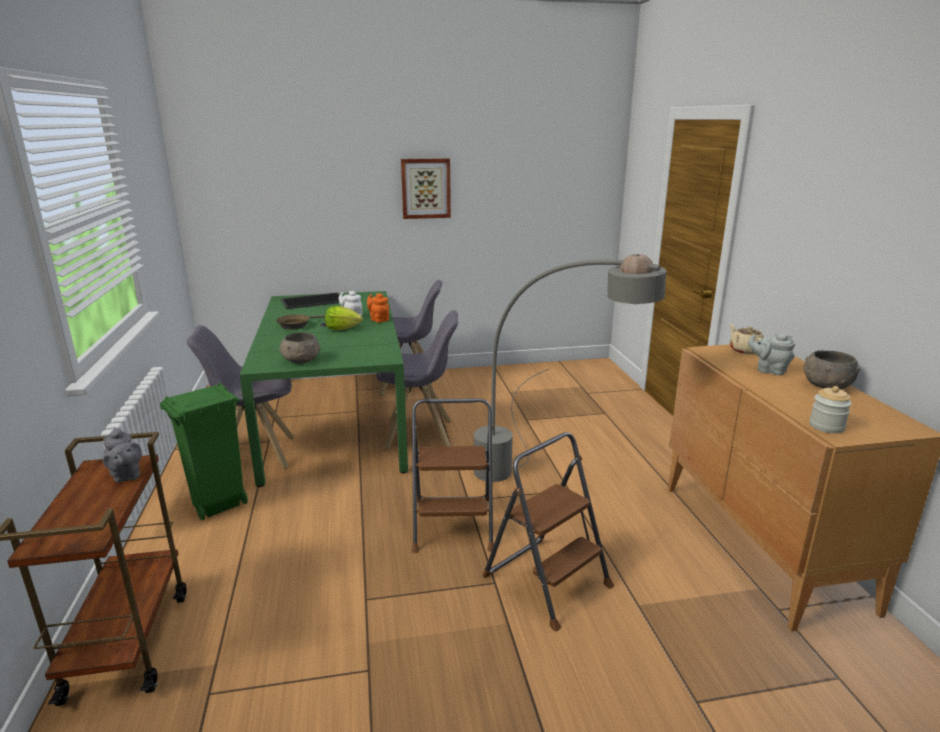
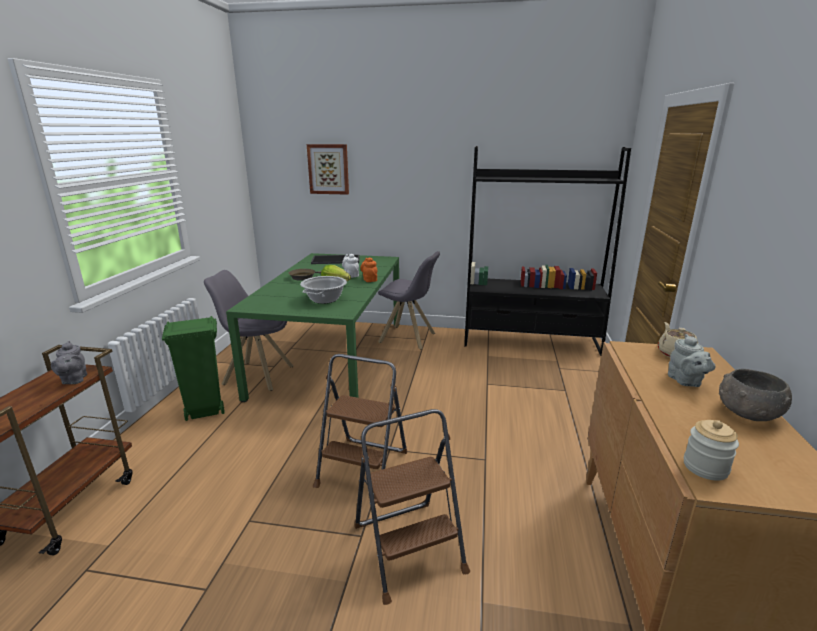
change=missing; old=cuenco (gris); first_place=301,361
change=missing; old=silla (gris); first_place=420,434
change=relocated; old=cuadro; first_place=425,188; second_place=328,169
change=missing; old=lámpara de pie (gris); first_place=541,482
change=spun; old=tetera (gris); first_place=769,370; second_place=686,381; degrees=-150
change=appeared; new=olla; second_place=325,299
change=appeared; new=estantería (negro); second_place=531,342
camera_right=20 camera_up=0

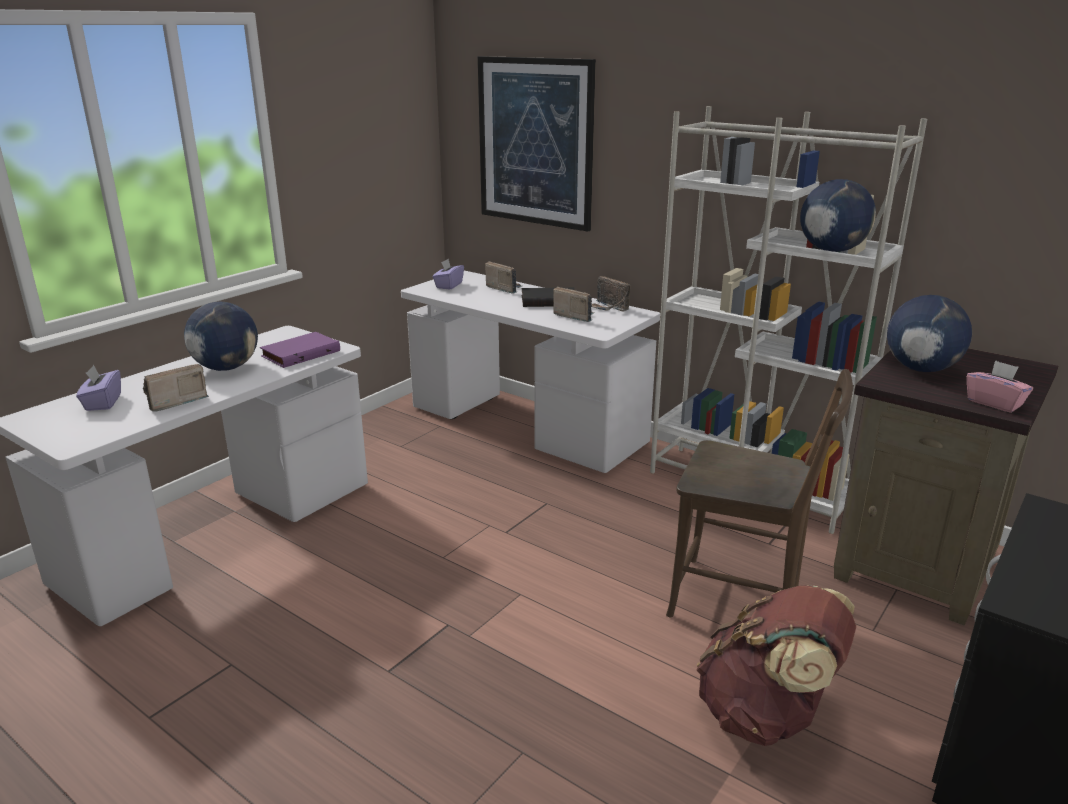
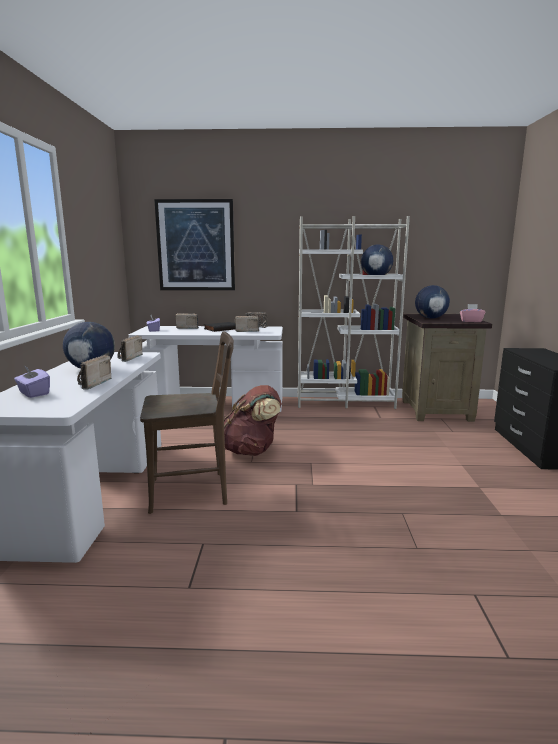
change=exchanged; old=libro (morado); new=radio; first_place=300,353; second_place=127,358
change=relocated; old=silla (marrón); first_place=743,602; second_place=193,491
change=relocated; old=mochila (marrón); first_place=766,715; second_place=252,450
camera_right=-35 camera_up=-10

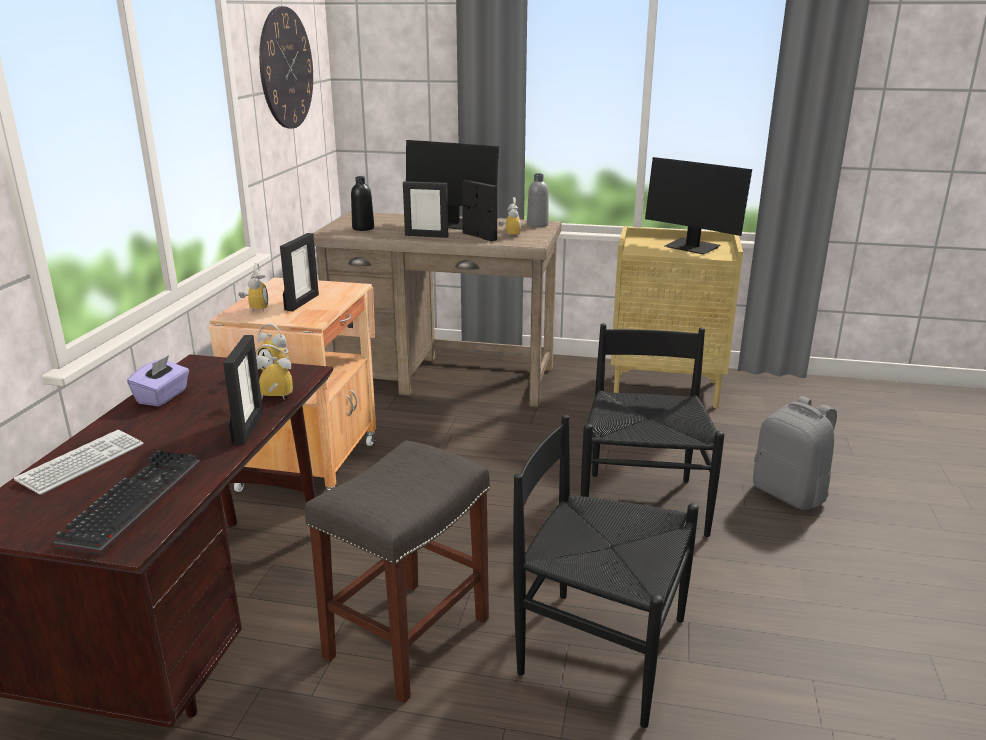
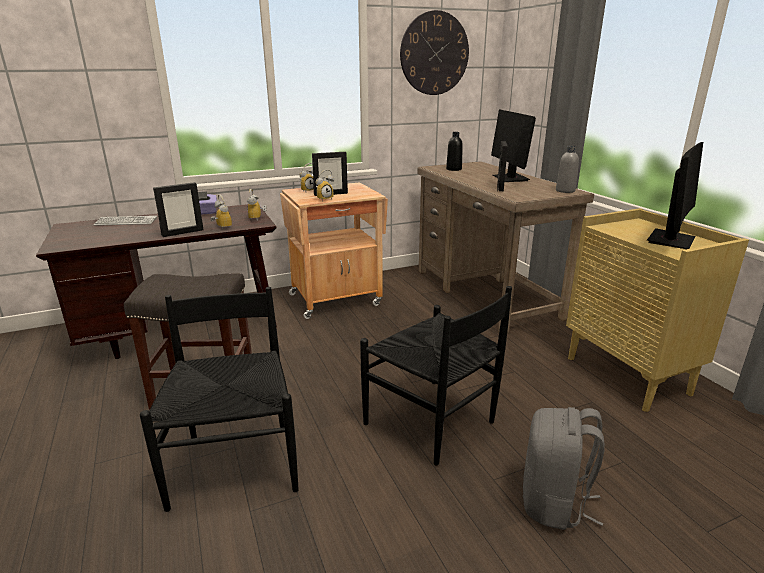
change=missing; old=teclado; first_place=132,501
change=missing; old=portarretratos; first_place=426,235
change=relocated; old=despertador; first_place=509,235; second_place=324,199
change=spun; old=silla (negro); first_place=642,503; second_place=432,422; degrees=75
change=spun; old=monitor; first_place=692,247; second_place=671,240; degrees=-150
camera_right=55 camera_up=0

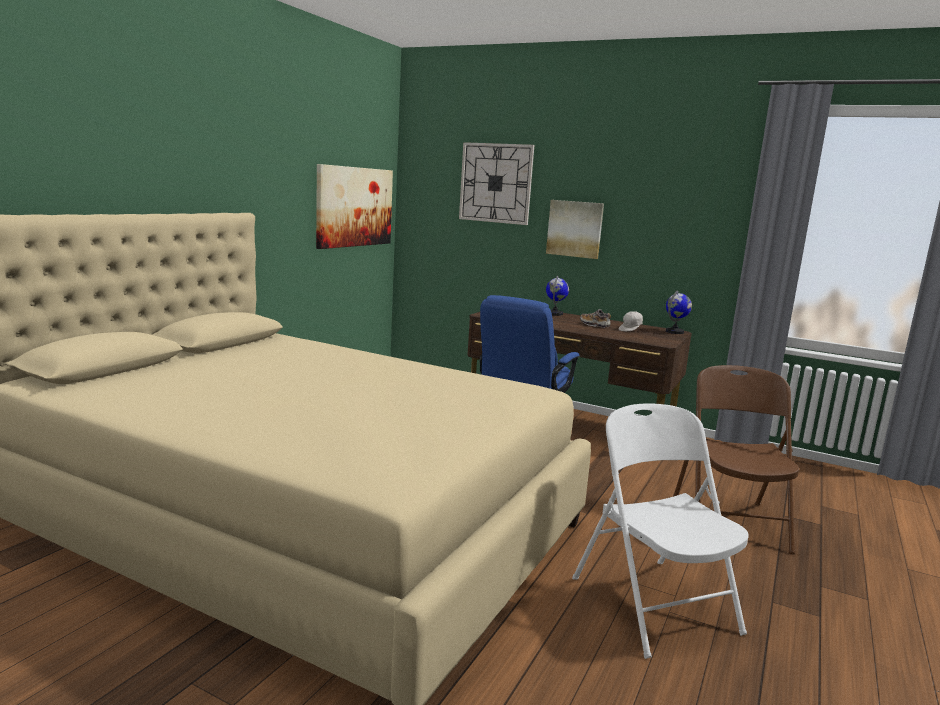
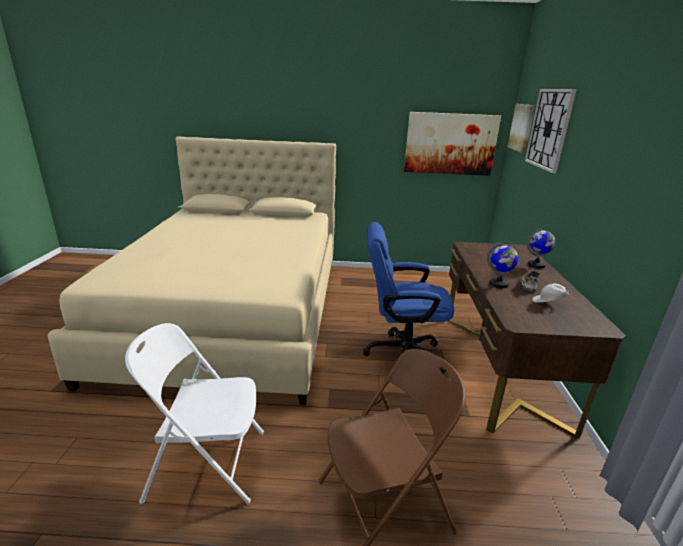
change=relocated; old=cuadro; first_place=575,229; second_place=522,127
change=spun; old=silla (blanco); first_place=655,604; second_place=208,463; degrees=-135
change=relocated; old=globo terráqueo; first_place=674,332; second_place=499,284
camera_right=65 camera_up=10

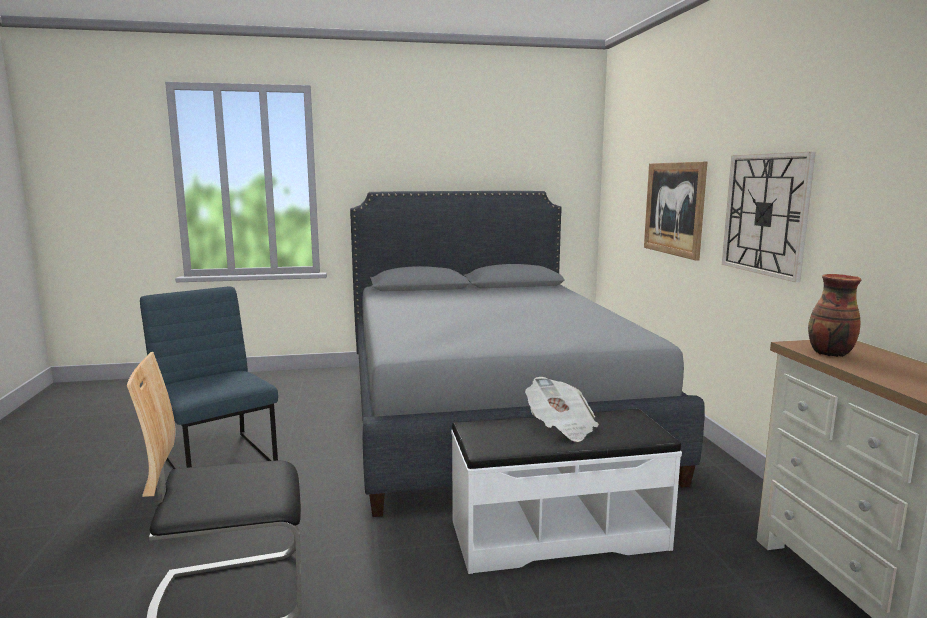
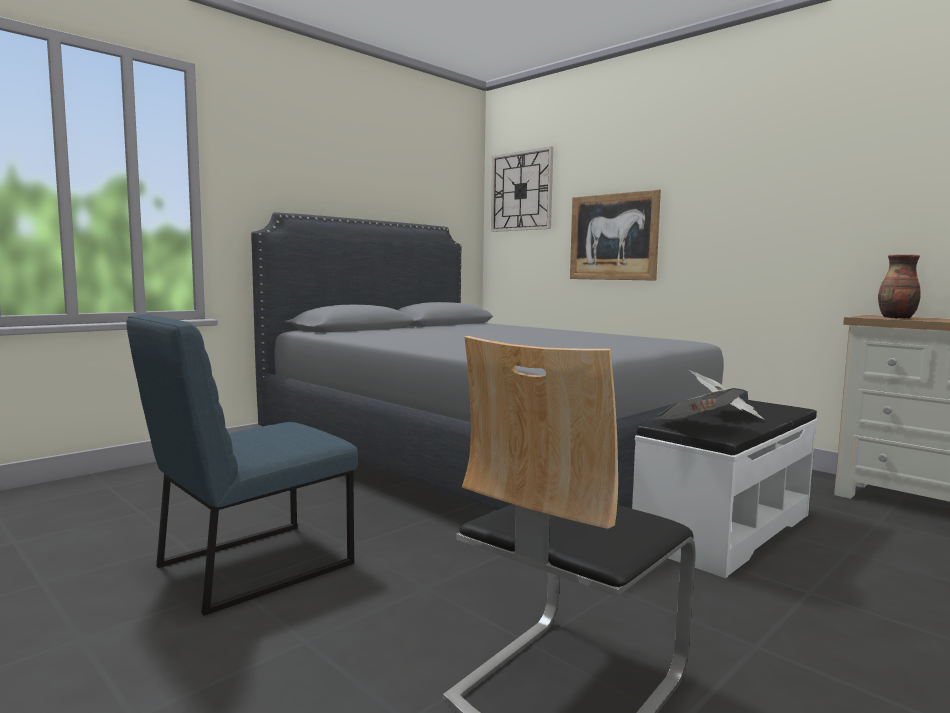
change=spun; old=silla (azul); first_place=219,458; second_place=249,566; degrees=-60
change=relocated; old=reloj de pared; first_place=765,214; second_place=521,191
change=appeared; new=periódico; second_place=696,427
camera_right=-35 camera_up=-5

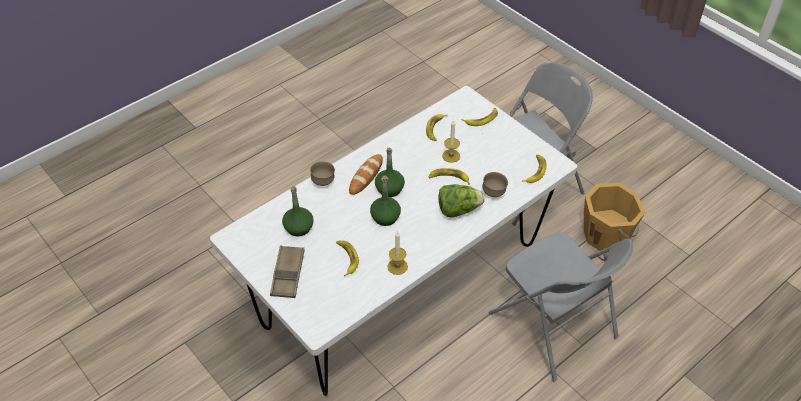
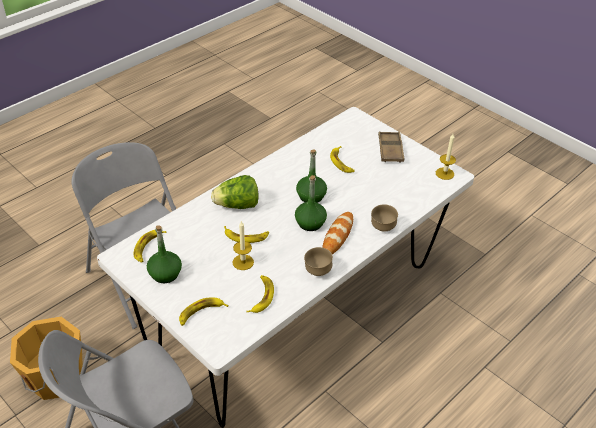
change=relocated; old=botella (verde); first_place=298,228; second_place=165,274
change=relocated; old=vela; first_place=397,266; second_place=444,173
change=relocated; old=cuenco (marrón); first_place=494,193; second_place=317,271
camera_right=175 camera_up=-5

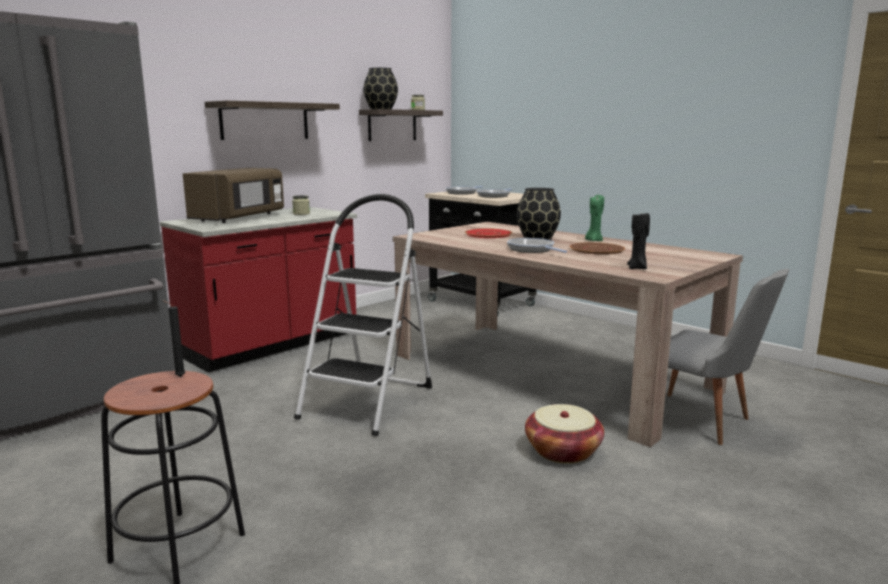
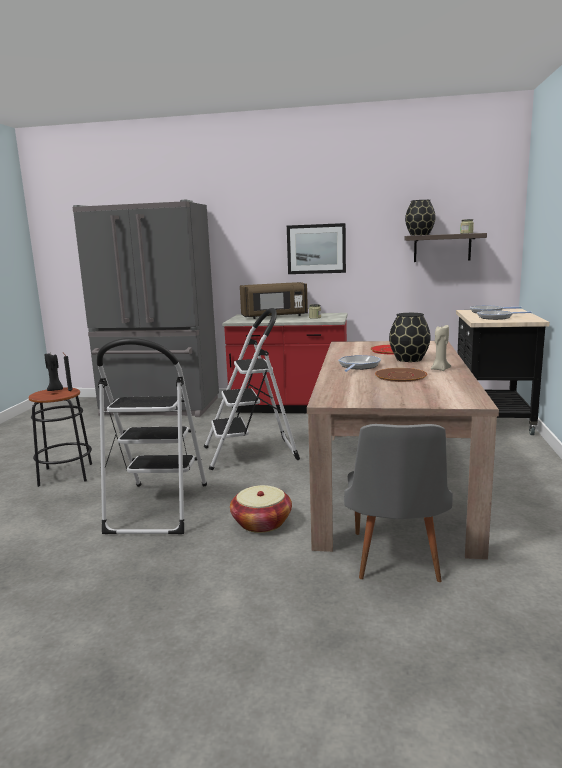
change=exchanged; old=estante; new=cuadro; first_place=265,121; second_place=316,249
change=colour; old=vela (verde); new=vela (beis); first_place=593,240; second_place=440,369
change=relocated; old=vela (negro); first_place=637,268; second_place=56,390
change=appeared; new=escalera de tijera; second_place=156,509
camera_right=55 camera_up=0

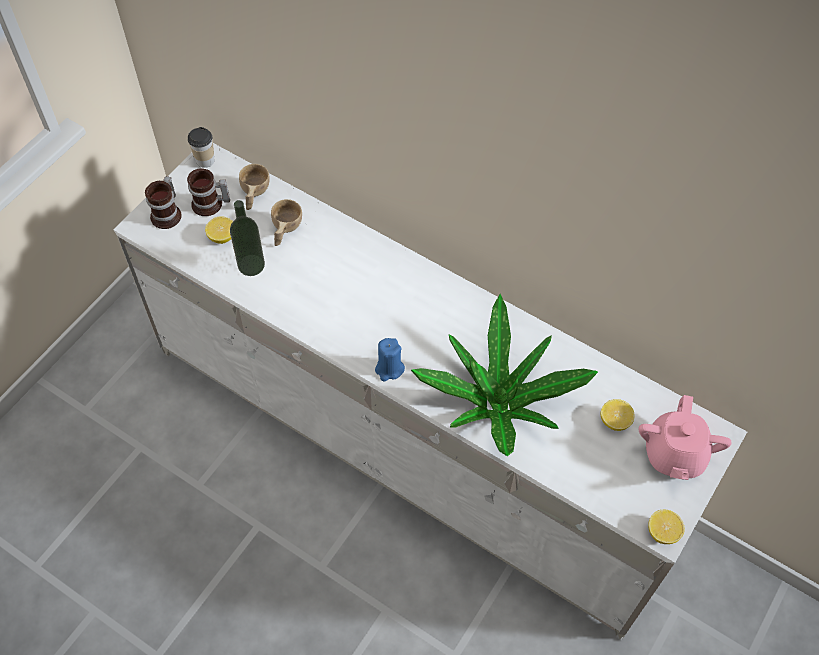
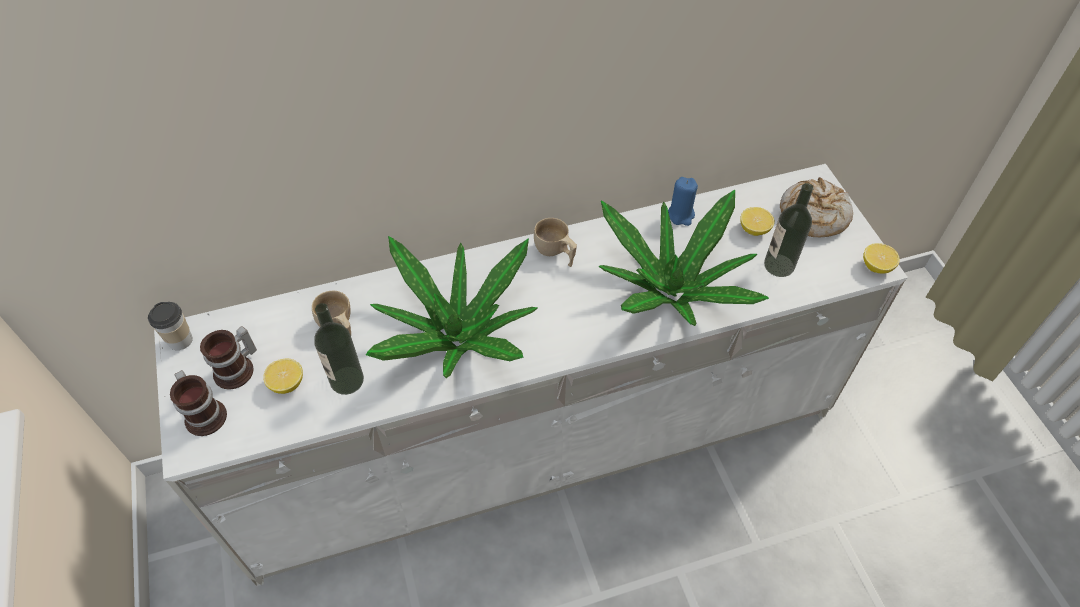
change=relocated; old=taza (beis); first_place=254,195; second_place=555,253
change=relocated; old=vela (azul); first_place=389,369; second_place=680,215
change=exchanged; old=tetera (rosa); new=pan; first_place=674,454; second_place=813,215
change=appeared; new=planta en maceta; second_place=457,335
change=appeared; new=botella; second_place=779,265
camera_right=-50 camera_up=-5

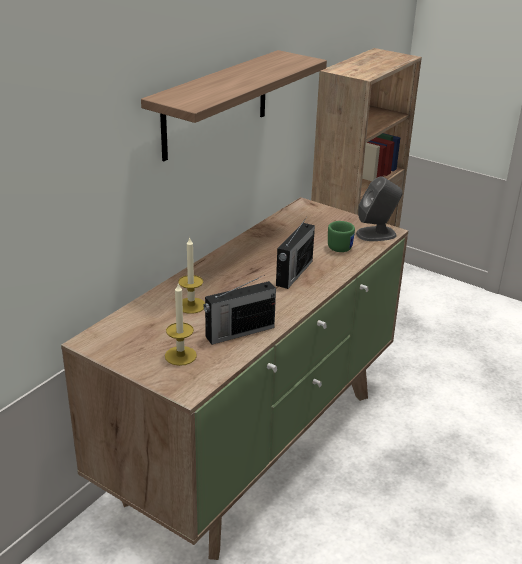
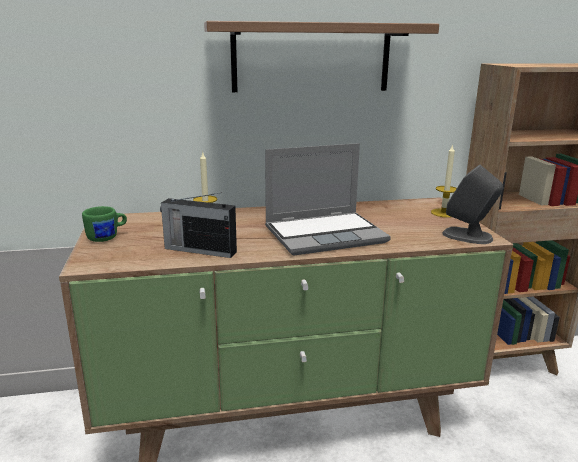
change=relocated; old=vela; first_place=180,356; second_place=444,213
change=exchanged; old=radio; new=portátil; first_place=293,273; second_place=326,234
change=relocated; old=taza grande (verde); first_place=340,246; second_place=107,237
camera_right=45 camera_up=-10

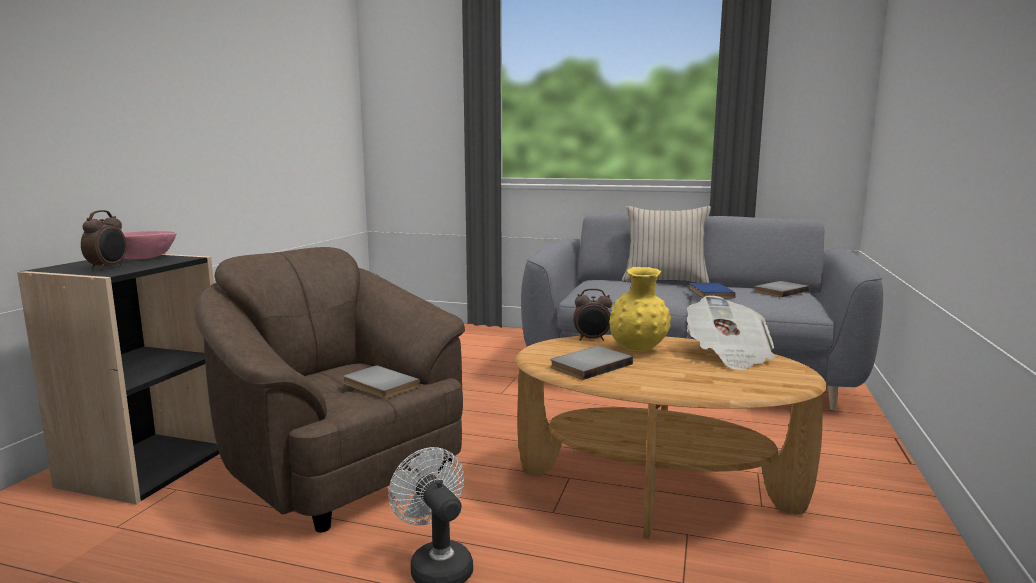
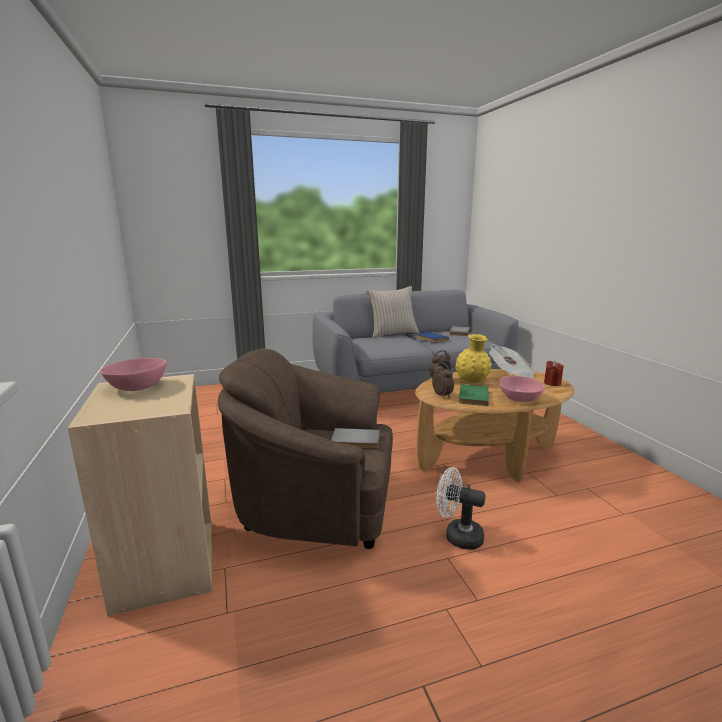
change=colour; old=estantería (negro); new=estantería (beis); first_place=147,465; second_place=164,562
change=relocated; old=despertador; first_place=108,268; second_place=442,395
change=colour; old=libro (gris); new=libro (verde); first_place=589,365; second_place=472,396
change=appeared; new=cuenco (rosa); second_place=520,399
change=appeared; new=vela (rojo); second_place=552,383
camera_right=-35 camera_up=5

